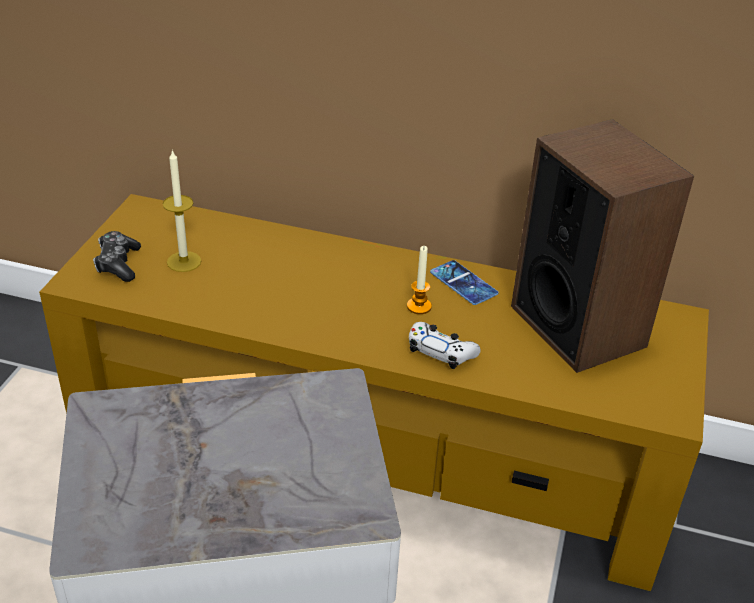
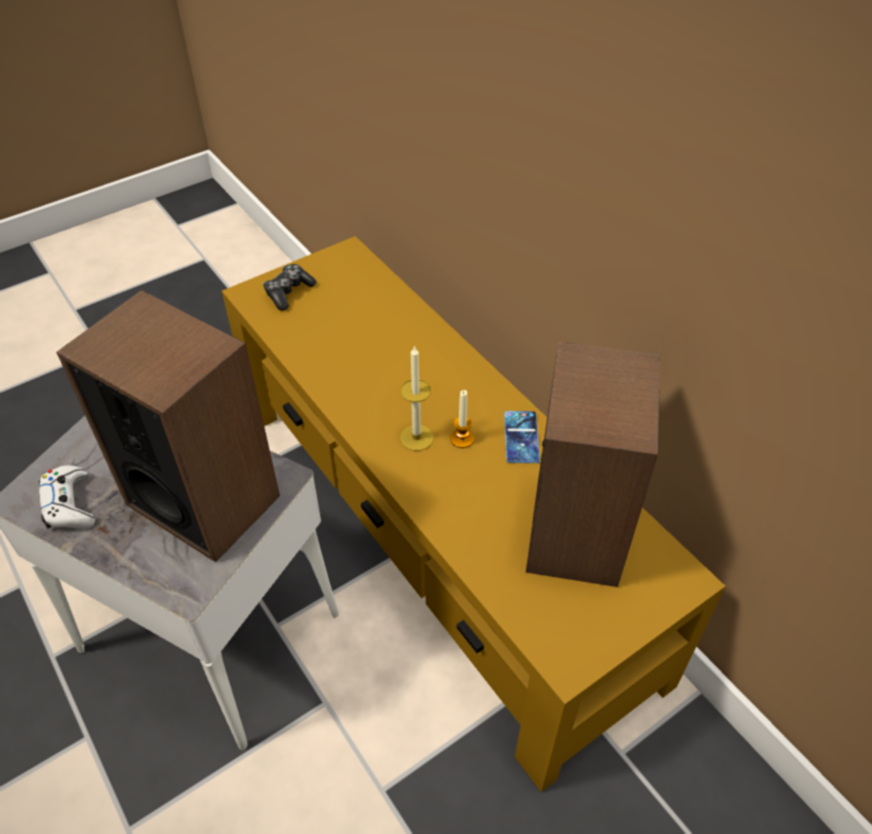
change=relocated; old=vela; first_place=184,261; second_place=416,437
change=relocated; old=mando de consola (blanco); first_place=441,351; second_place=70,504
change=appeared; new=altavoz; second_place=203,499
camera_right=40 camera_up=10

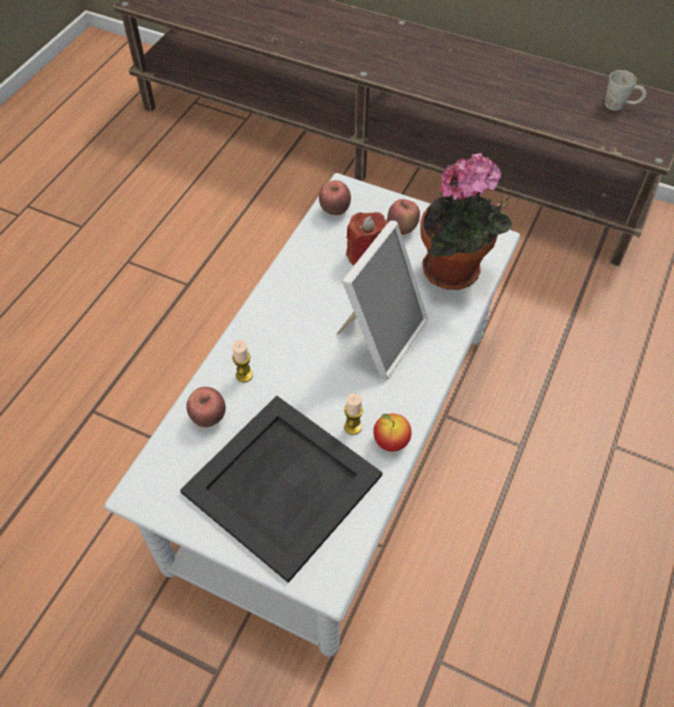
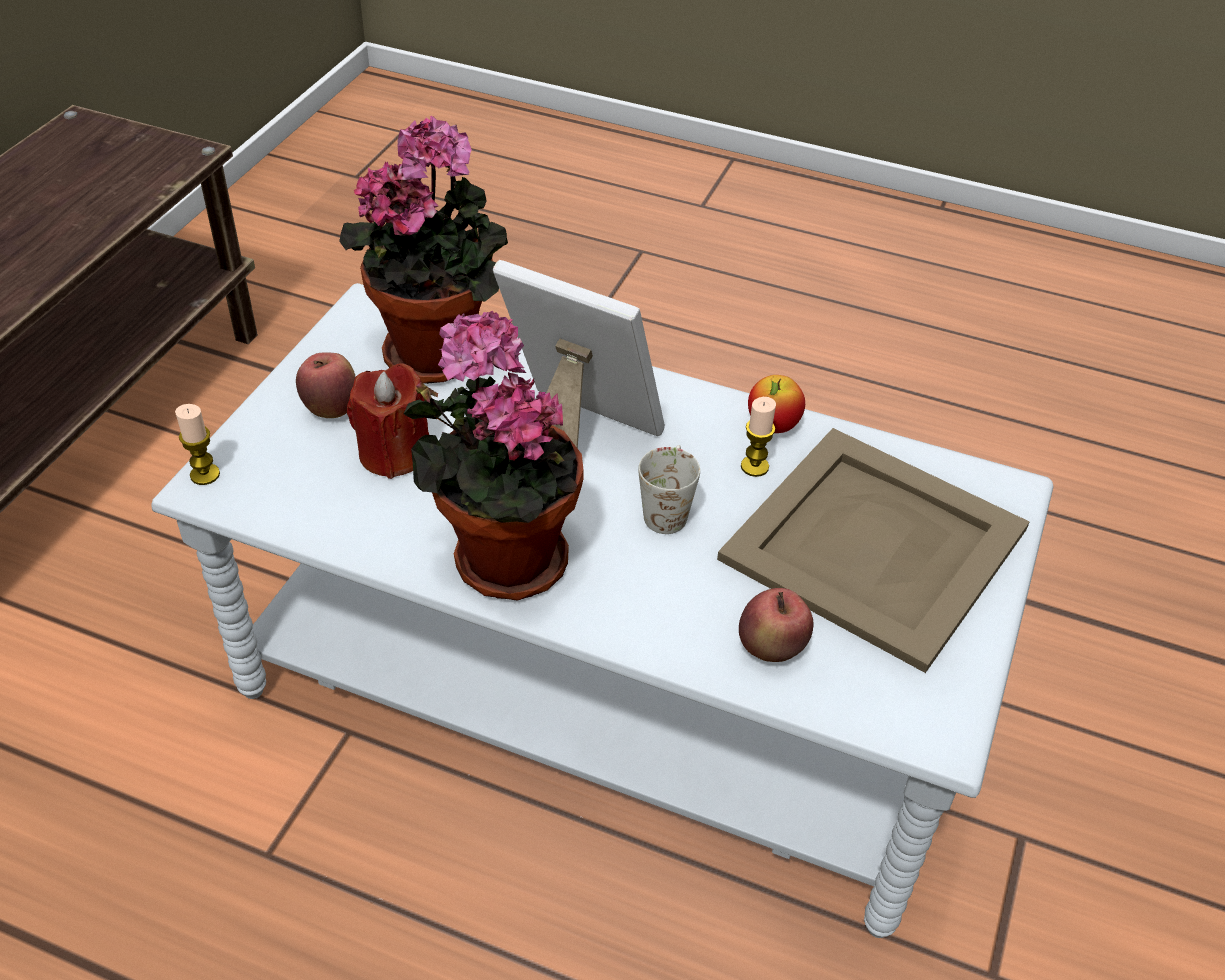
change=colour; old=bandeja (negro); new=bandeja (beis); first_place=282,486; second_place=877,544
change=relocated; old=vela; first_place=244,375; second_place=205,475
change=missing; old=manzana; first_place=335,210
change=relocated; old=taza grande (blanco); first_place=620,105; second_place=667,508
change=appeared; new=planta en maceta; second_place=501,557
camera_right=-95 camera_up=-10

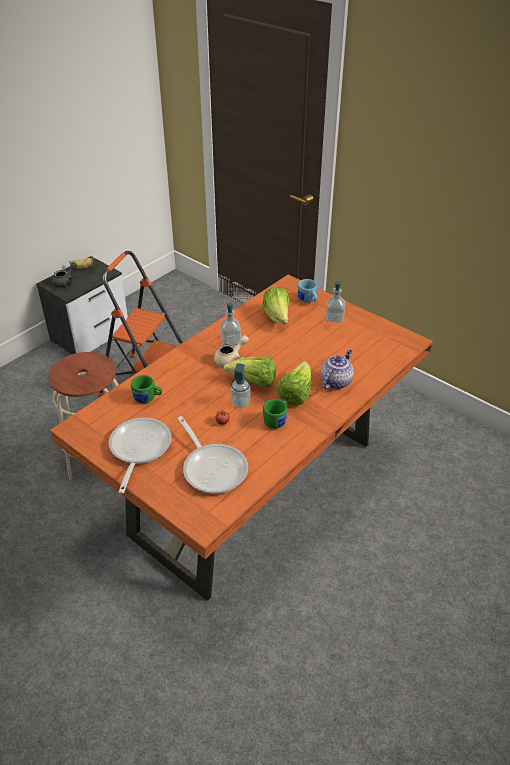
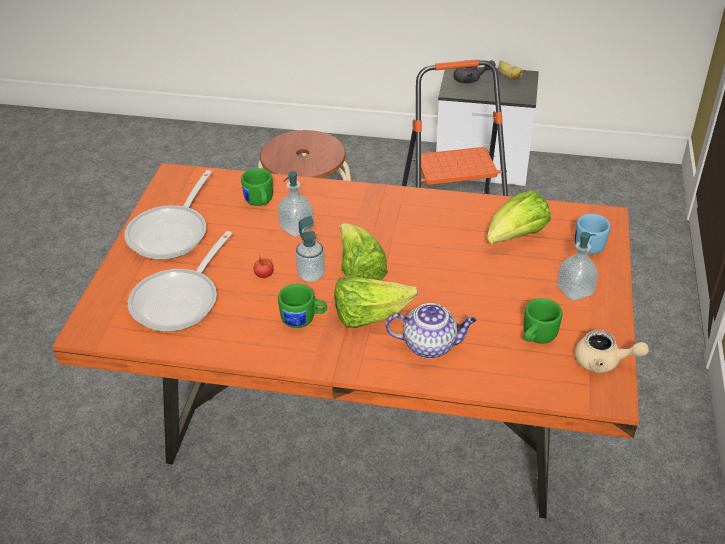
change=spun; old=sartén; first_place=138,449; second_place=172,232; degrees=135
change=relocated; old=tetera (beis); first_place=231,359; second_place=604,362
change=relocated; old=dispensador de jabón; first_place=230,340; second_place=296,228
change=appeared; new=taza grande (verde); second_place=536,337
camera_right=60 camera_up=0

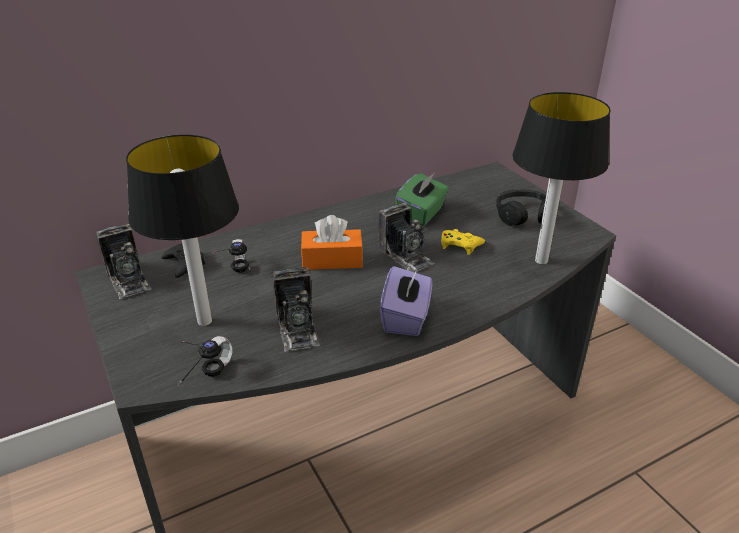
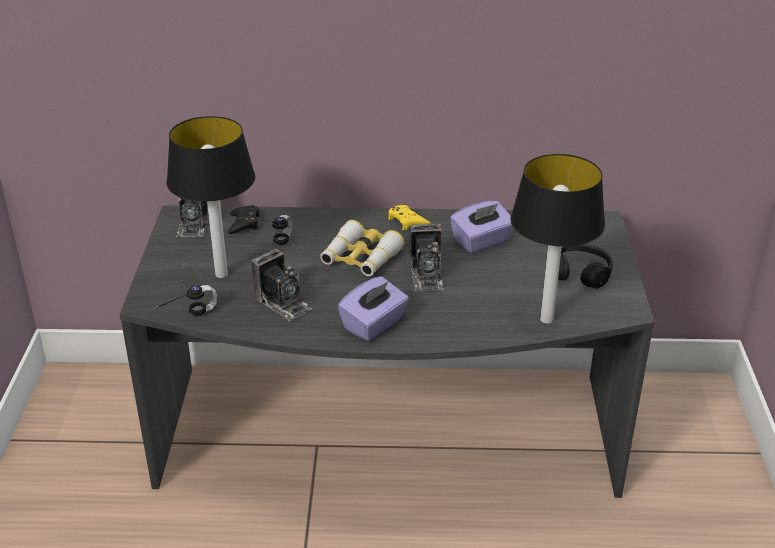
change=spun; old=cámara; first_place=297,328; second_place=283,303; degrees=-60
change=exchanged; old=caja de pañuelos (naranja); new=prismáticos; first_place=332,260; second_place=361,258
change=colour; old=caja de pañuelos (verde); new=caja de pañuelos (morado); first_place=421,214; second_place=482,242
change=relocated; old=mando de consola (amarillo); first_place=460,245; second_place=407,221
camera_right=30 camera_up=0

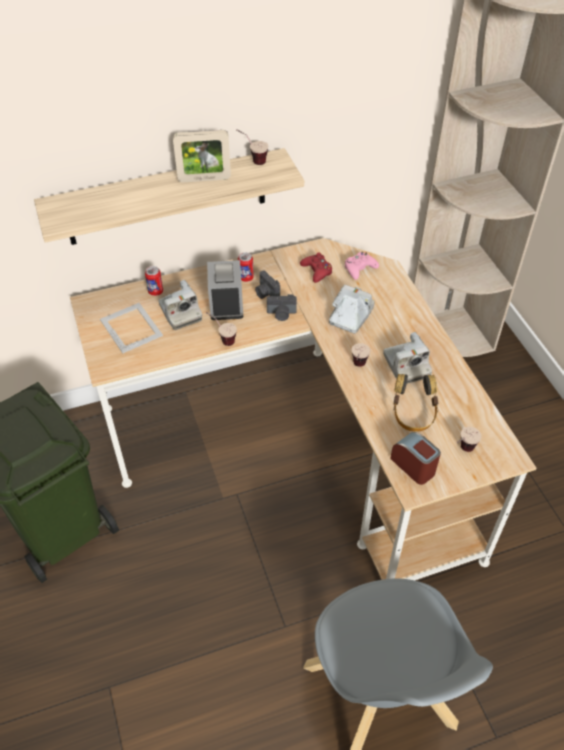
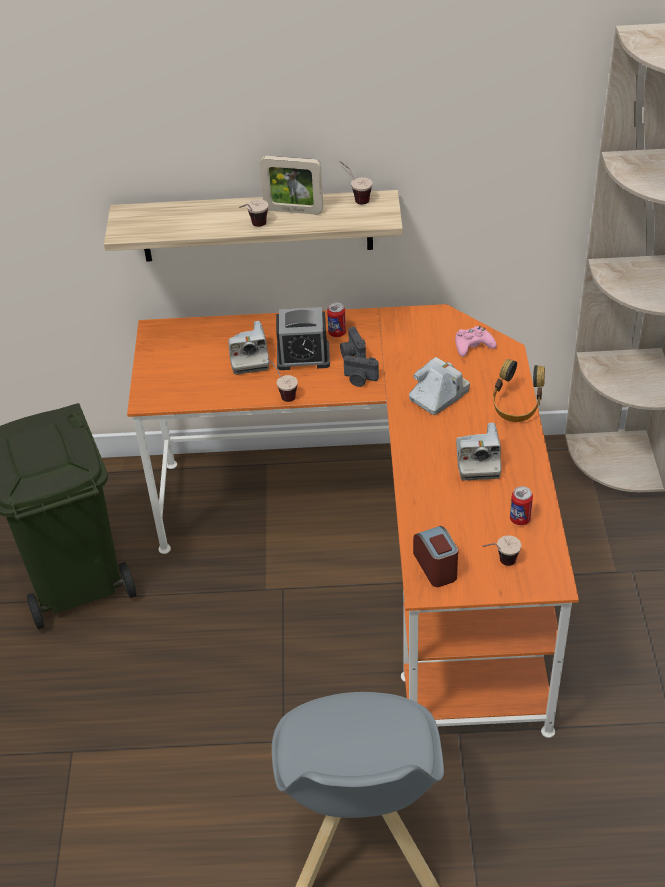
change=colour; old=escritorio (beis); new=escritorio (naranja); first_place=302,444; second_place=380,550
change=missing; old=portarretratos; first_place=131,327
change=relocated; old=lata; first_place=155,291; second_place=520,519
change=spun; old=despertador; first_place=226,303; second_place=303,356; degrees=-105
change=missing; old=mando de consola (rojo); first_place=317,271
change=relocated; old=taza; first_place=358,367; second_place=254,227
change=relocated; old=auriculares; first_place=413,414; second_place=517,405
camera_right=20 camera_up=-5

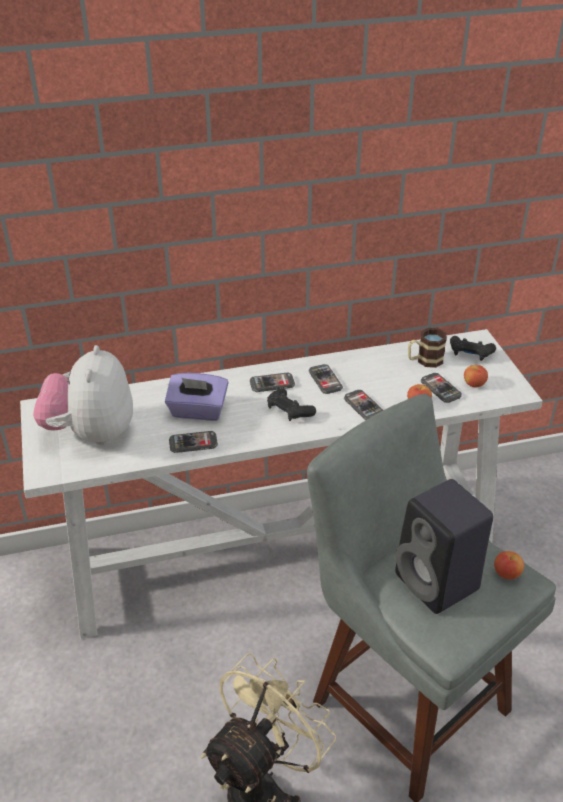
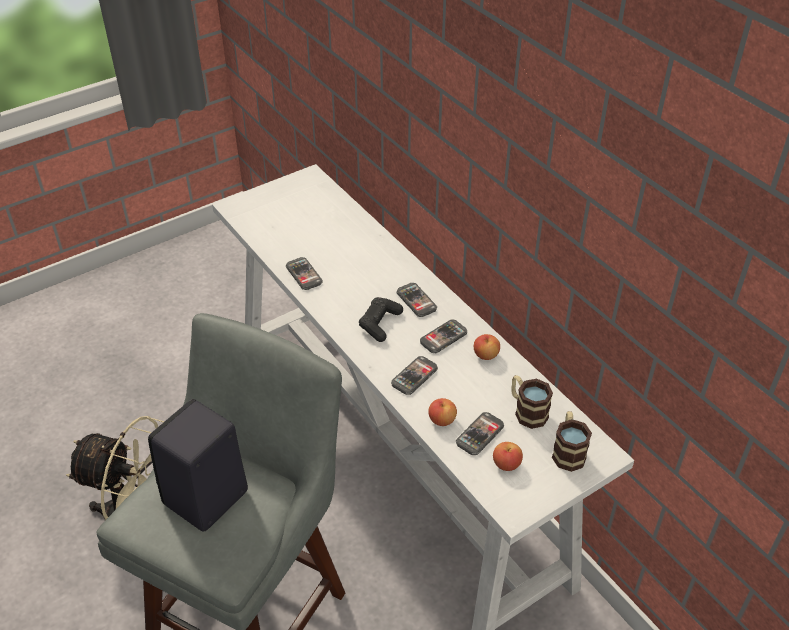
change=missing; old=peluche; first_place=91,433
change=missing; old=caja de pañuelos (morado); first_place=198,411
change=exchanged; old=mando de consola (negro); new=taza grande; first_place=470,353; second_place=568,451
change=relocated; old=manzana; first_place=506,573; second_place=486,355
camera_right=70 camera_up=5

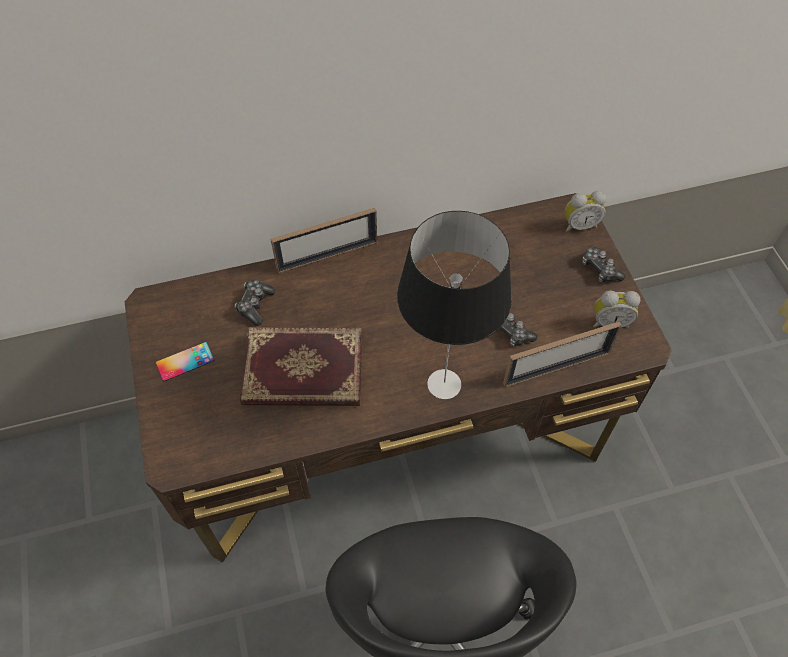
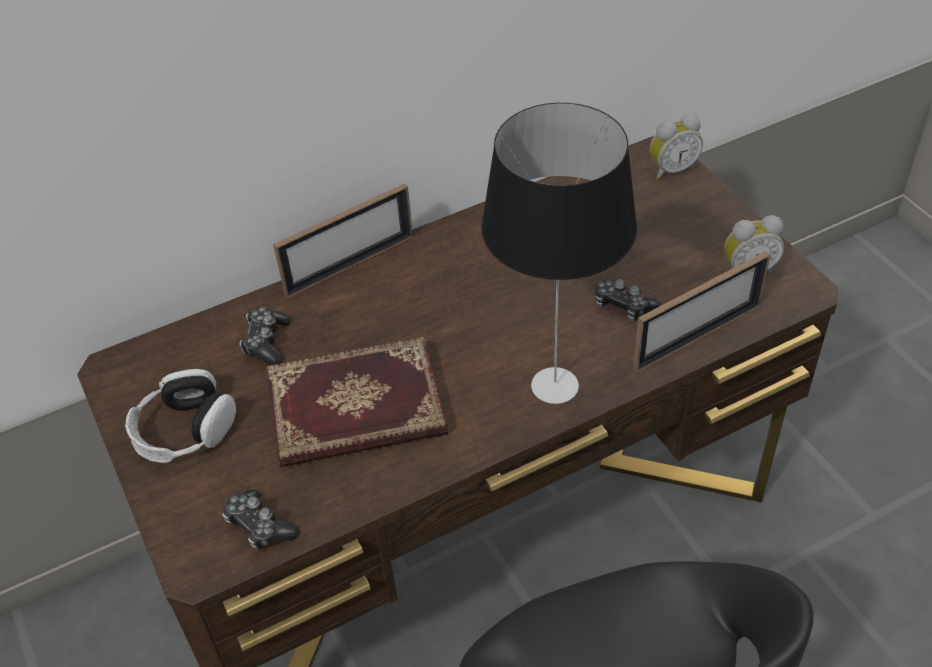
change=exchanged; old=móvil; new=auriculares; first_place=185,361; second_place=184,430
change=relocated; old=mando de consola; first_place=600,269; second_place=259,526
camera_right=-10 camera_up=-10

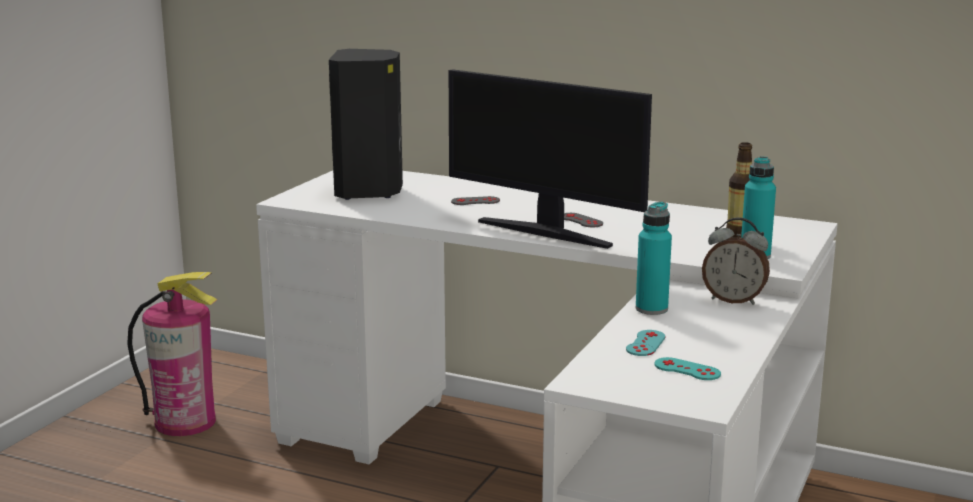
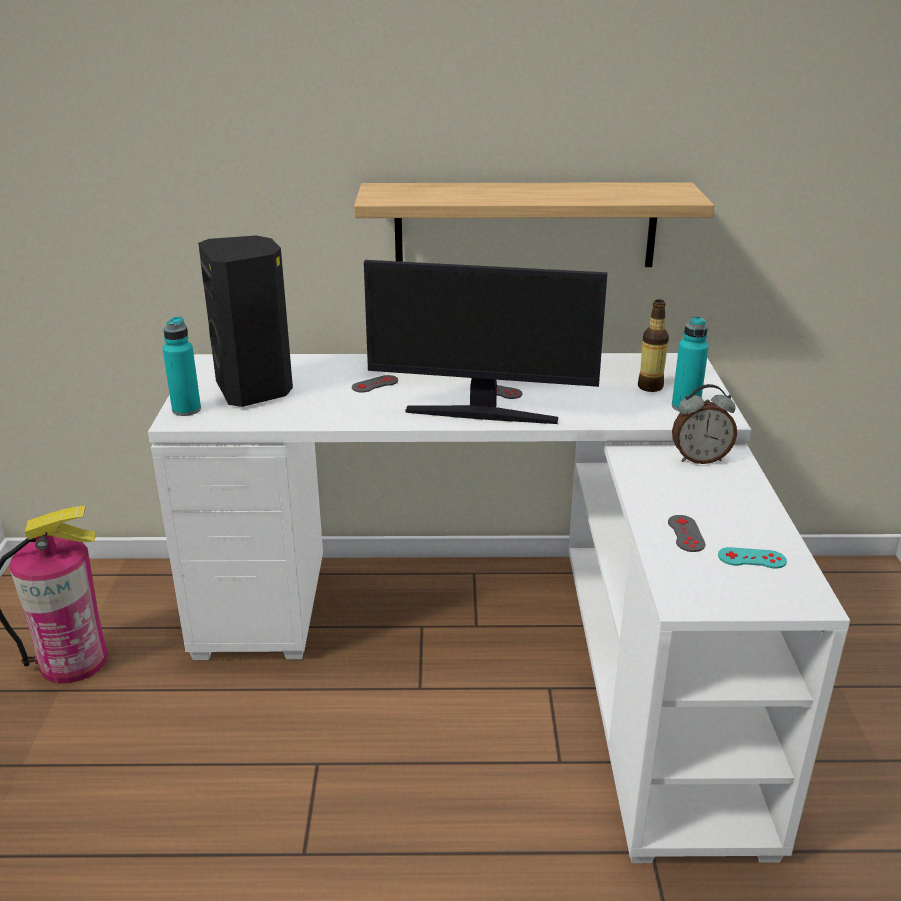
change=colour; old=mando de consola (turquesa); new=mando de consola (gris); first_place=645,343; second_place=686,533
change=relocated; old=botella (turquesa); first_place=651,309; second_place=186,410
change=appeared; new=estante; second_place=525,225
camera_right=-25 camera_up=10

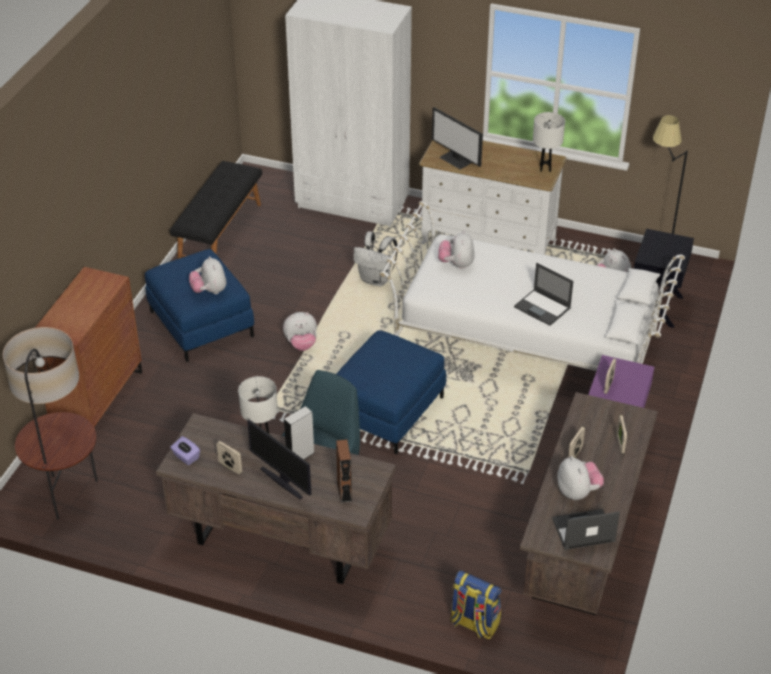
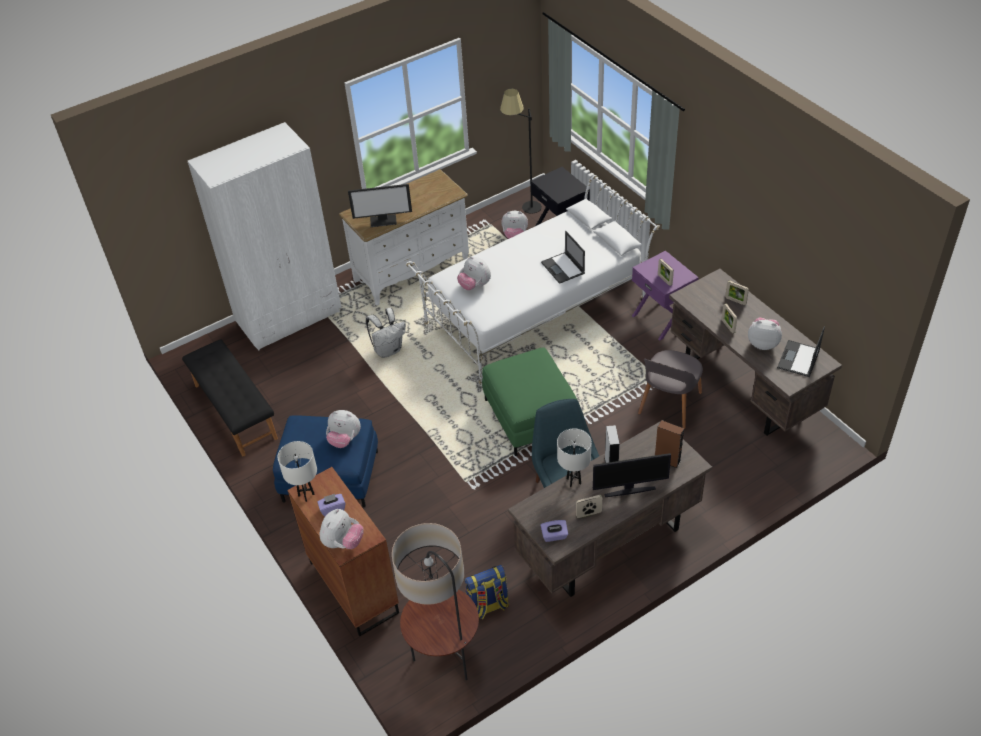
change=relocated; old=peluche; first_place=301,344; second_place=343,542
change=colour; old=puf (azul); new=puf (verde); first_place=386,411; second_place=531,416
change=relocated; old=mochila; first_place=474,623; second_place=488,606
change=spun; old=portátil; first_place=543,308; second_place=563,268; degrees=75
change=relocated; old=lámpara de mesa (blanco); first_place=545,168; second_place=306,495
change=appeared; new=caja de pañuelos (morado); second_place=332,509
change=appeared; new=silla (gris); second_place=669,404
camera_right=-50 camera_up=5

